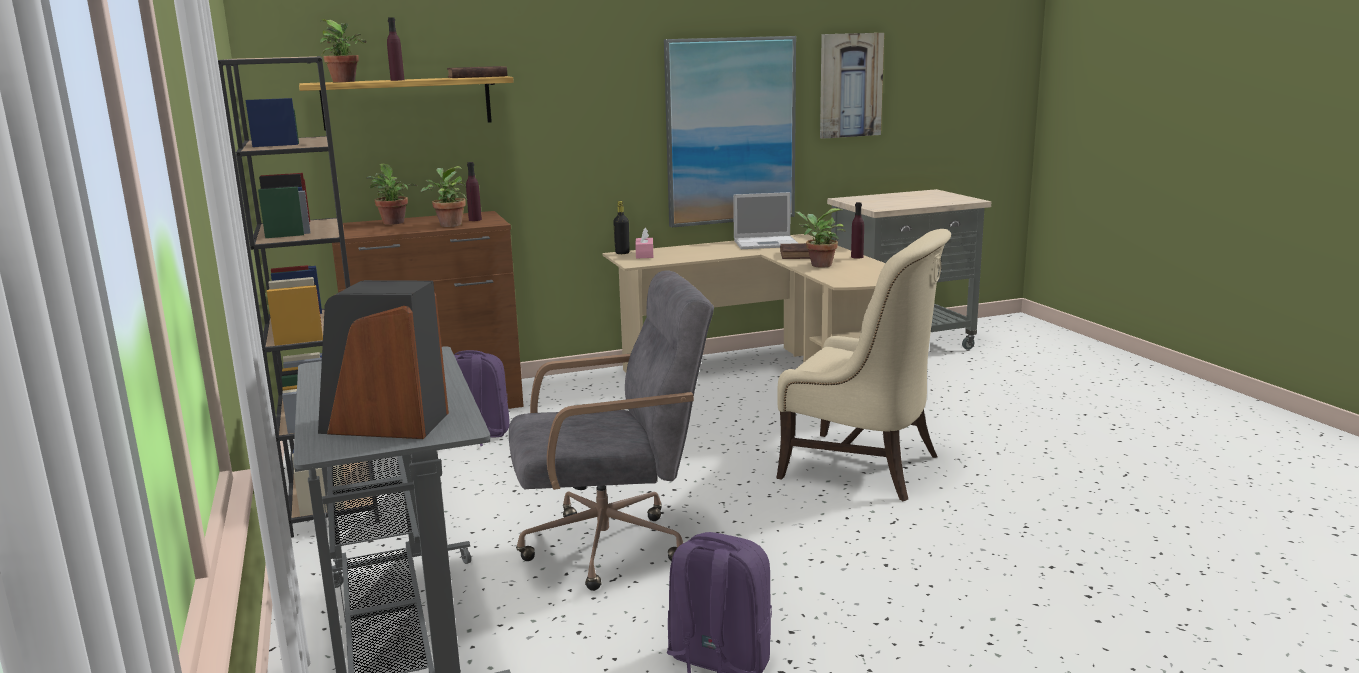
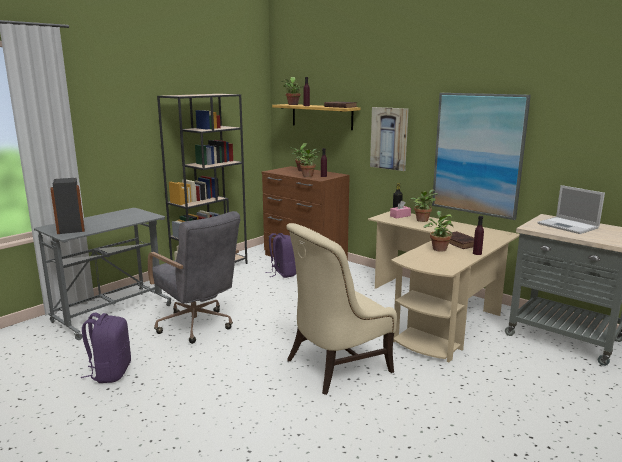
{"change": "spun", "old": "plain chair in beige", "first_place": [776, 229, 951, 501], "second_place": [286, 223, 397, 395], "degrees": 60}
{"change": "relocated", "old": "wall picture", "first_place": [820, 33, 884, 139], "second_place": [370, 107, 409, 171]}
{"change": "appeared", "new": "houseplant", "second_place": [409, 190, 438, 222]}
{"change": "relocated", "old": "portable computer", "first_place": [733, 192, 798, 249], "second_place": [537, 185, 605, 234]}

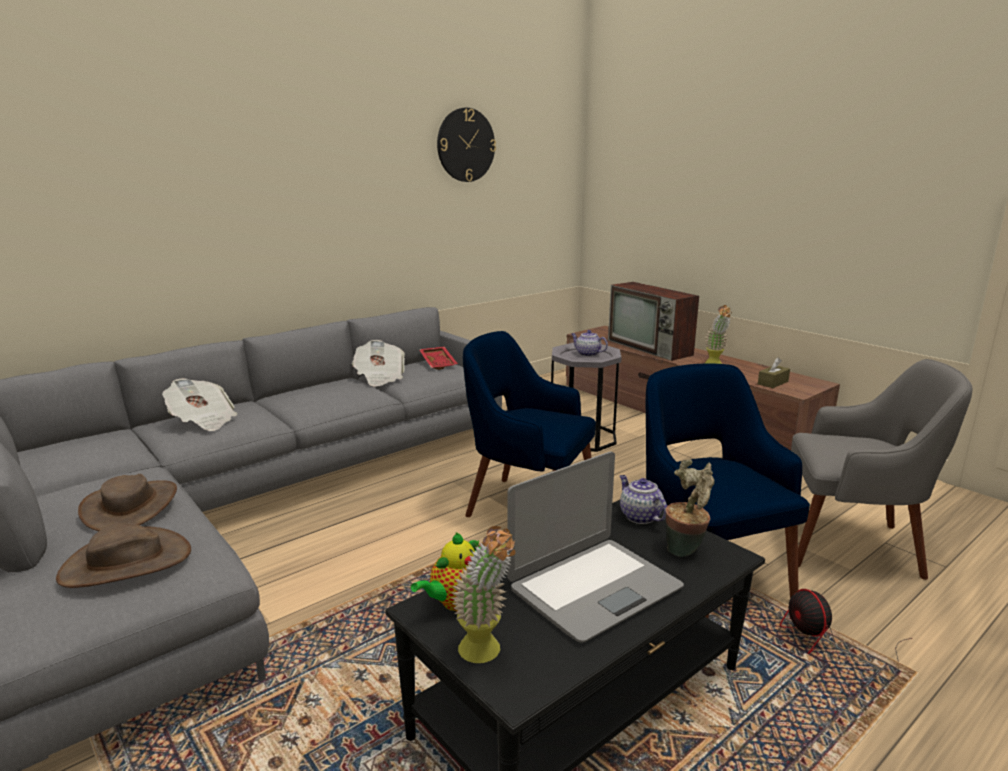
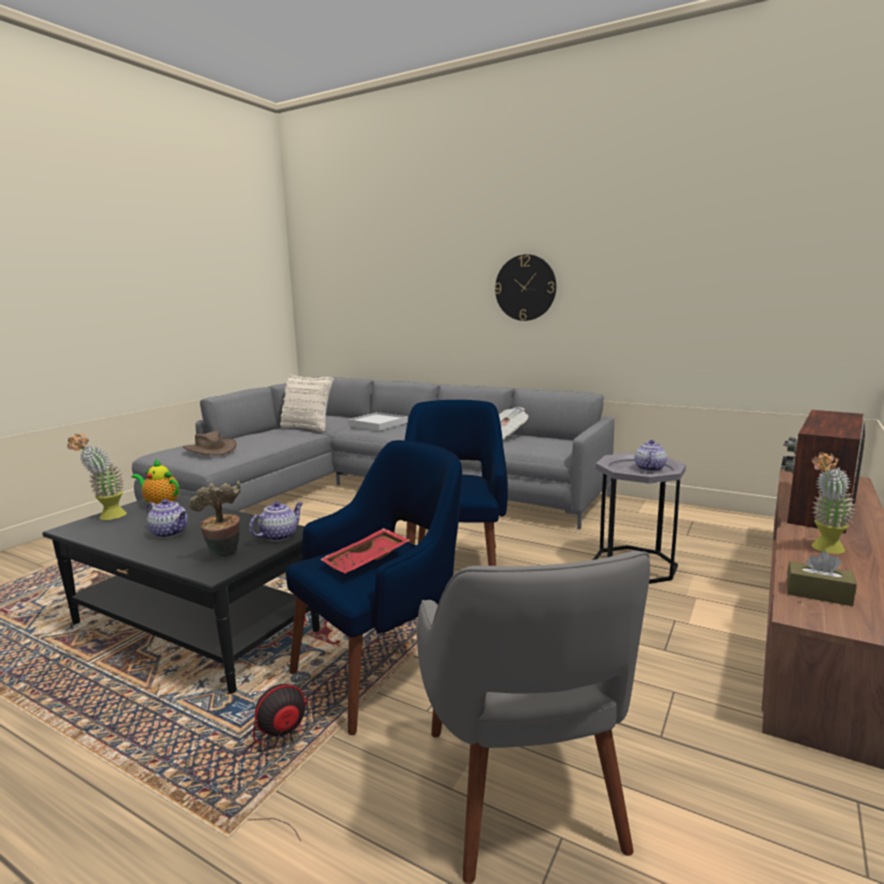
{"change": "exchanged", "old": "portable computer", "new": "tea pot", "first_place": [507, 451, 684, 643], "second_place": [147, 499, 188, 538]}
{"change": "appeared", "new": "throw pillow in beige", "second_place": [280, 374, 334, 432]}
{"change": "relocated", "old": "carrying tray in red-coloured", "first_place": [420, 346, 458, 370], "second_place": [320, 528, 410, 573]}
{"change": "exchanged", "old": "printed paper", "new": "carrying tray in white-coloured", "first_place": [162, 378, 237, 431], "second_place": [348, 412, 408, 431]}
{"change": "relocated", "old": "clock on the wall", "first_place": [437, 108, 496, 182], "second_place": [495, 254, 556, 321]}
{"change": "missing", "old": "wearable hat in brownish", "first_place": [78, 474, 177, 531]}

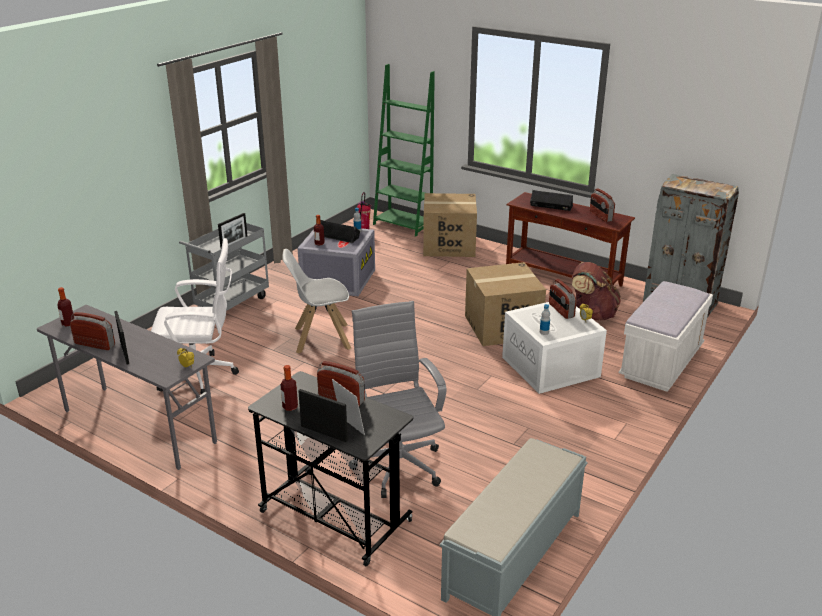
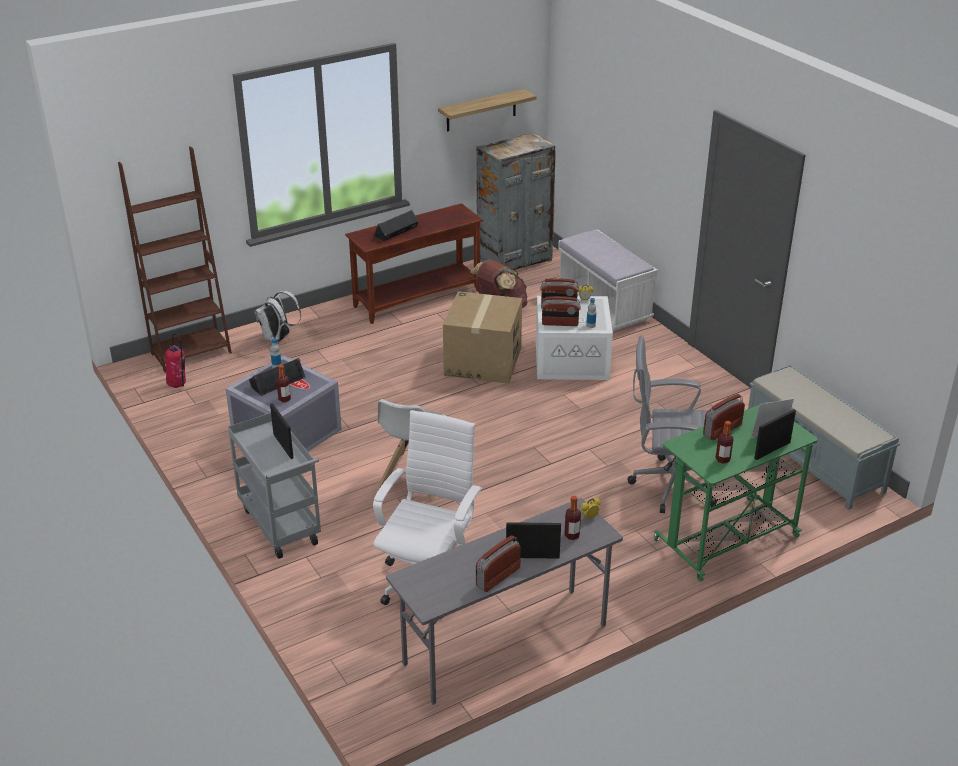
{"change": "colour", "old": "shelving unit in green-coloured", "new": "shelving unit in brownish", "first_place": [373, 64, 435, 237], "second_place": [118, 146, 232, 373]}
{"change": "exchanged", "old": "packing box", "new": "knapsack in white-coloured", "first_place": [423, 193, 477, 257], "second_place": [254, 291, 301, 343]}
{"change": "appeared", "new": "shelf", "second_place": [438, 89, 537, 132]}
{"change": "relocated", "old": "radio", "first_place": [590, 188, 615, 222], "second_place": [541, 296, 581, 326]}
{"change": "relocated", "old": "beverage bottle", "first_place": [57, 287, 74, 327], "second_place": [564, 496, 581, 540]}
{"change": "colour", "old": "desk table in black-coloured", "new": "desk table in green-coloured", "first_place": [248, 371, 413, 566], "second_place": [654, 403, 818, 582]}

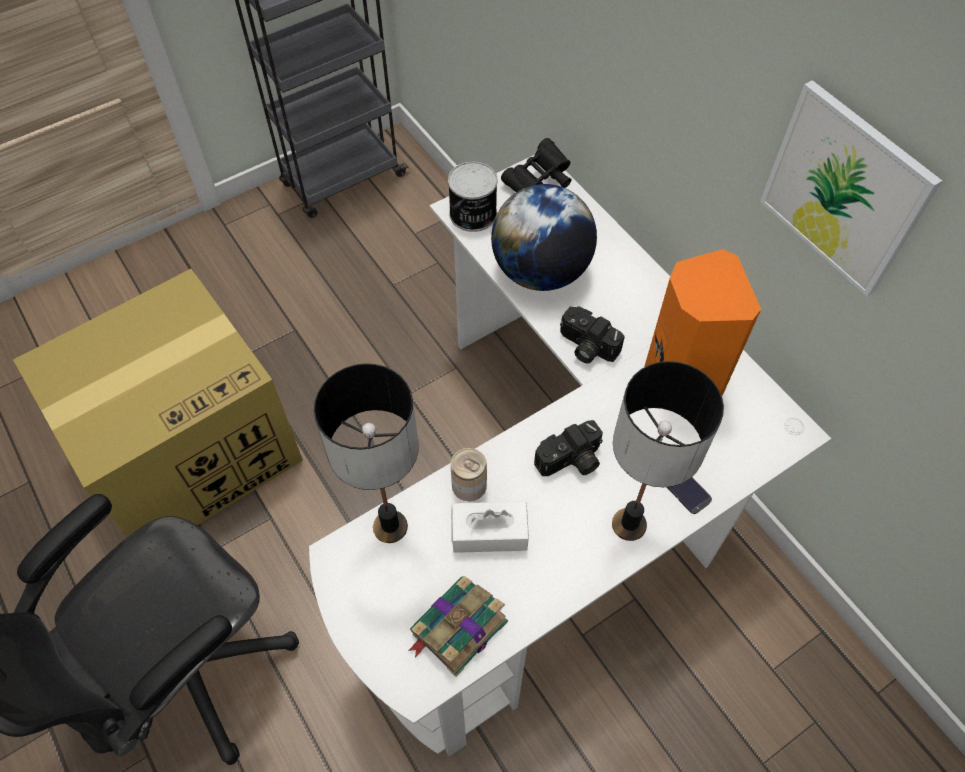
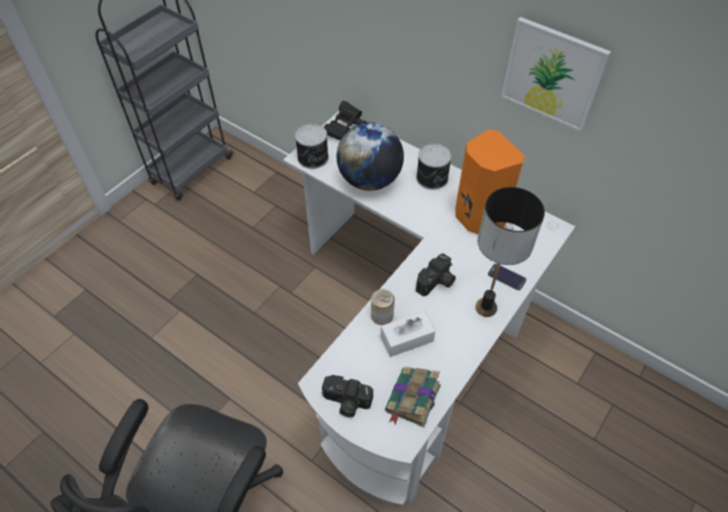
{"change": "relocated", "old": "still camera", "first_place": [560, 306, 625, 363], "second_place": [322, 375, 373, 418]}
{"change": "appeared", "new": "metal can", "second_place": [416, 143, 452, 190]}
{"change": "missing", "old": "packing box", "first_place": [13, 269, 303, 537]}
{"change": "missing", "old": "lamp for a table", "first_place": [314, 363, 419, 543]}

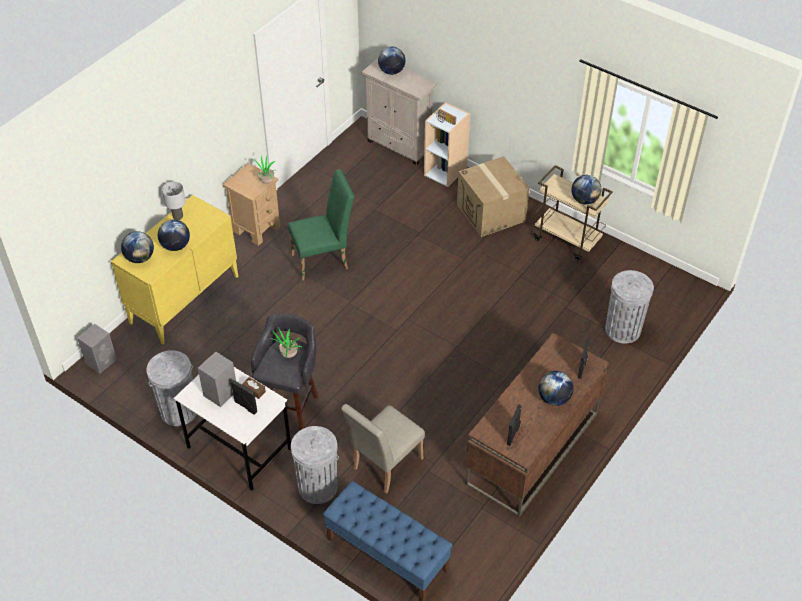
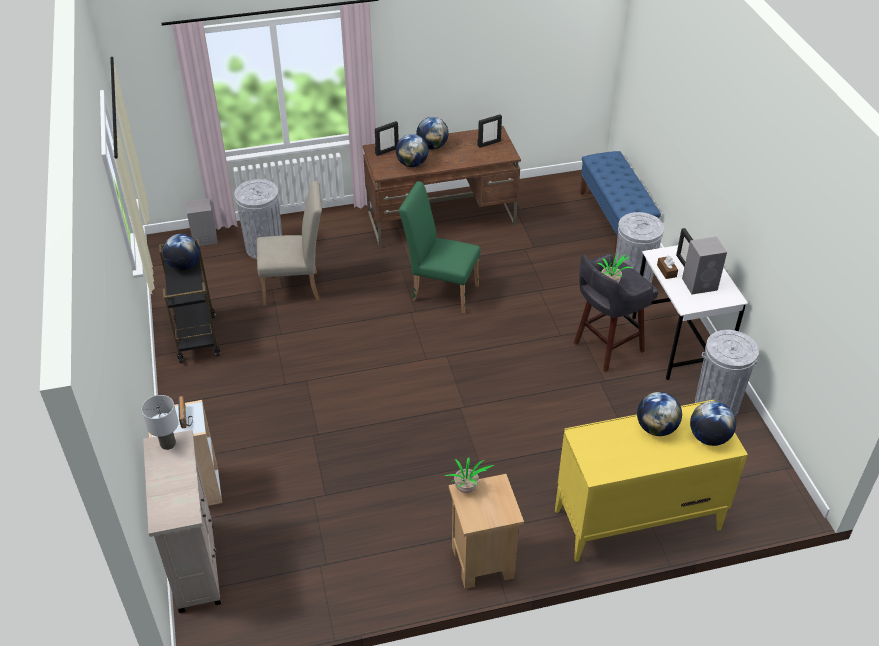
{"change": "relocated", "old": "lamp for a table in white-coloured", "first_place": [162, 182, 186, 220], "second_place": [142, 395, 179, 450]}
{"change": "colour", "old": "trolley in beige", "new": "trolley in black-coloured", "first_place": [533, 165, 613, 261], "second_place": [159, 239, 221, 363]}
{"change": "relocated", "old": "speaker in grey", "first_place": [77, 324, 117, 374], "second_place": [186, 198, 217, 246]}
{"change": "relocated", "old": "plain chair in beige", "first_place": [341, 404, 425, 494], "second_place": [257, 181, 322, 306]}
{"change": "relocated", "old": "world globe", "first_place": [378, 47, 406, 75], "second_place": [396, 134, 428, 167]}
{"change": "relocated", "old": "plain chair in green-coloured", "first_place": [288, 169, 354, 281], "second_place": [399, 181, 480, 314]}
{"change": "missing", "old": "packing box", "first_place": [457, 156, 530, 237]}

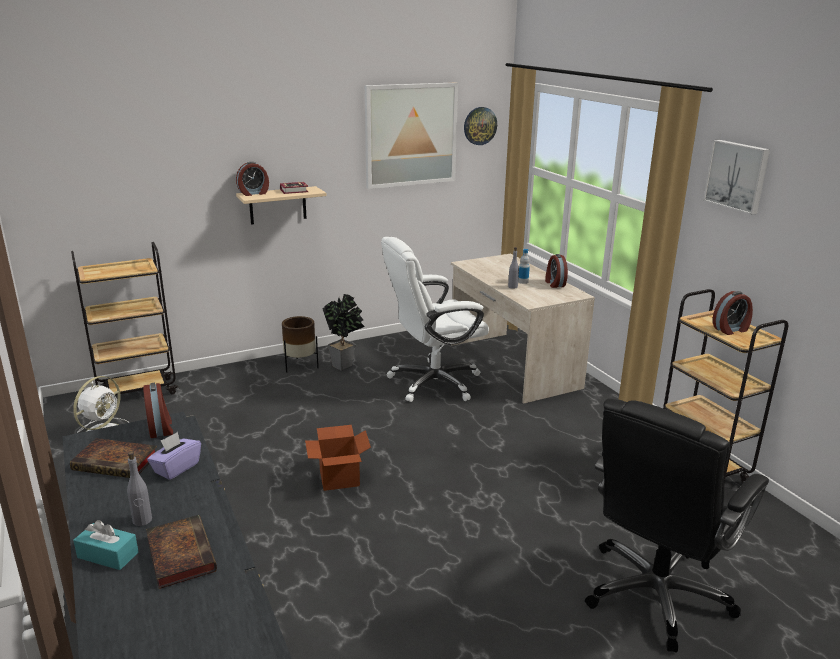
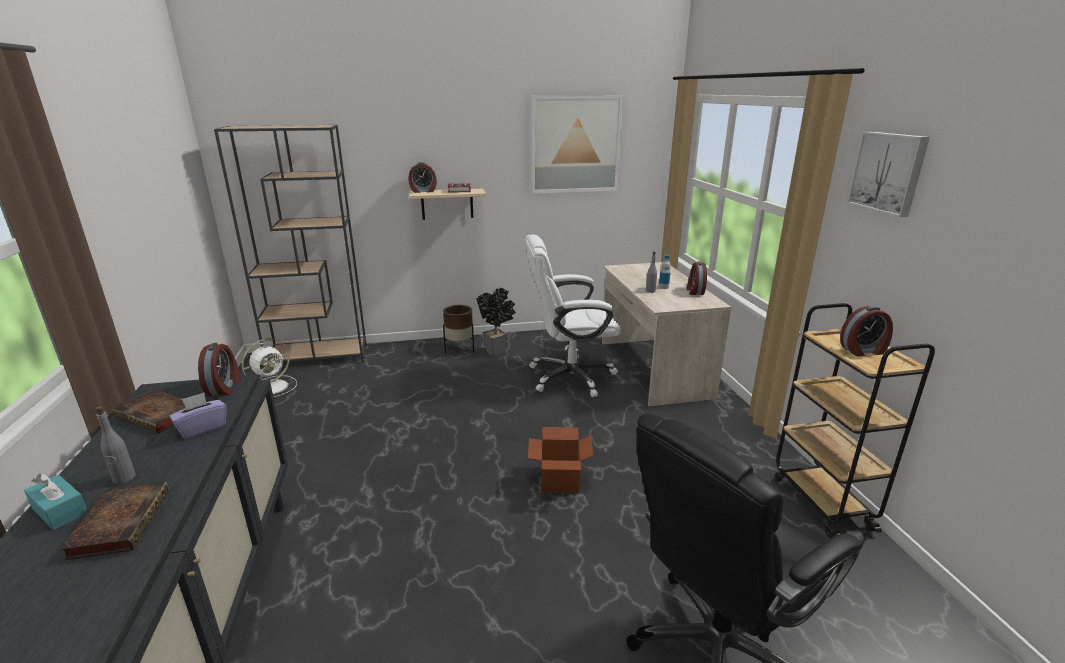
{"change": "exchanged", "old": "trolley in brownish", "new": "shelving unit", "first_place": [71, 242, 179, 395], "second_place": [214, 125, 367, 362]}
{"change": "relocated", "old": "packing box", "first_place": [305, 425, 371, 491], "second_place": [528, 427, 593, 493]}
{"change": "missing", "old": "clock on the wall", "first_place": [464, 107, 497, 145]}

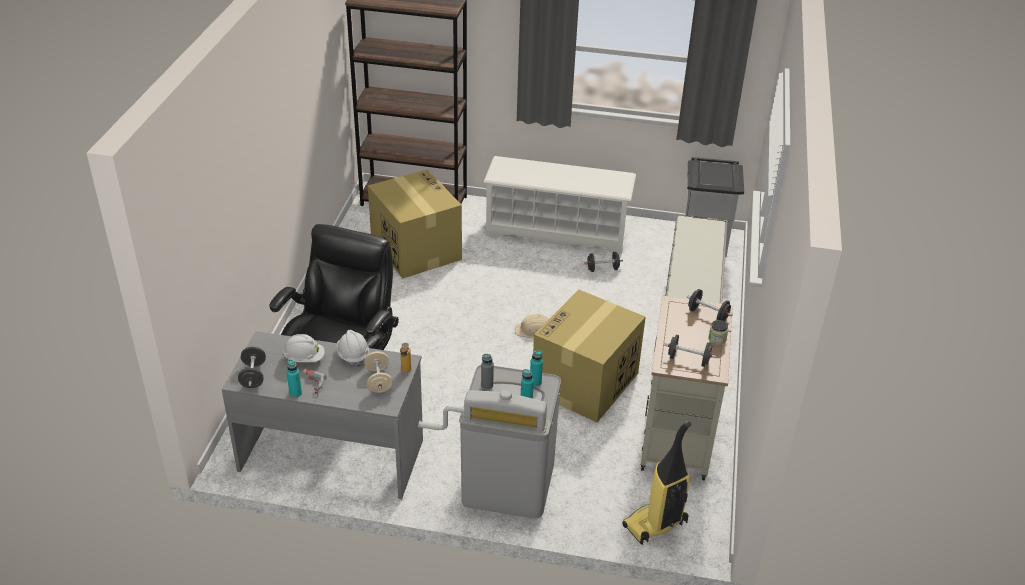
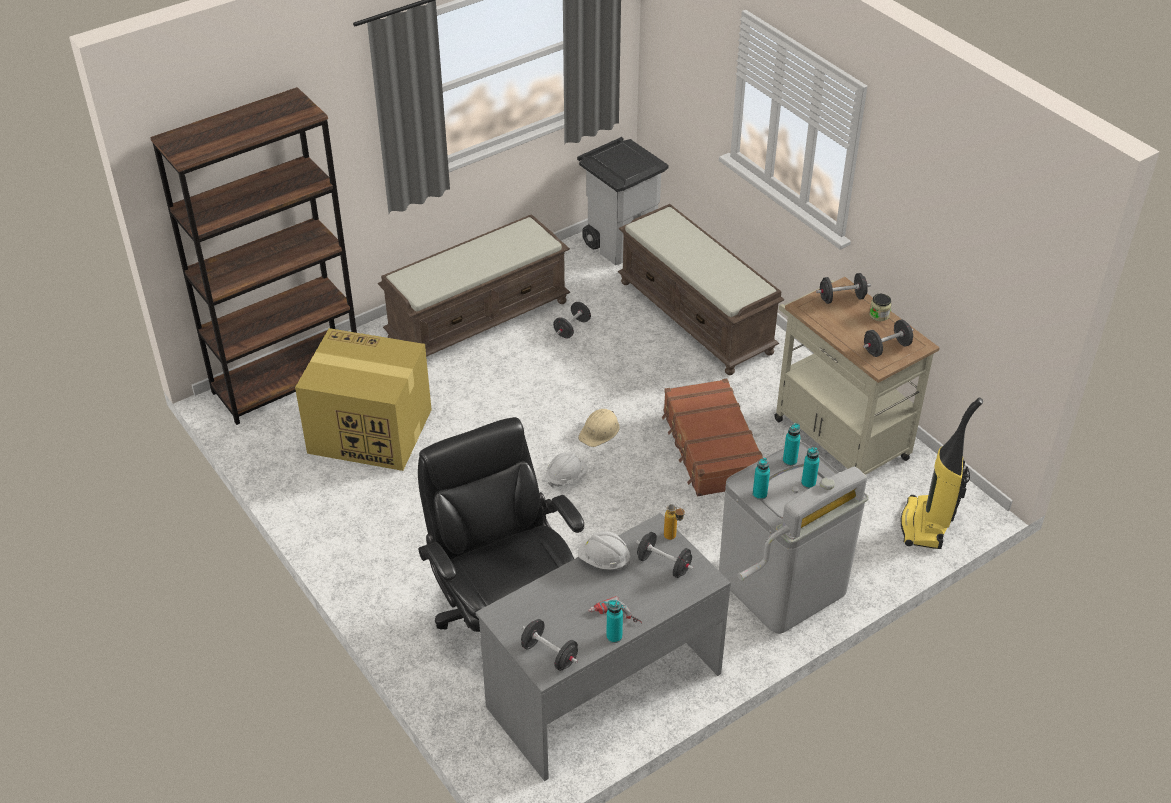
{"change": "exchanged", "old": "shoe shelf in white-coloured", "new": "indoor bench in brownish", "first_place": [483, 156, 636, 254], "second_place": [378, 214, 570, 357]}
{"change": "relocated", "old": "safety helmet in white-coloured", "first_place": [283, 334, 325, 362], "second_place": [546, 452, 588, 487]}
{"change": "colour", "old": "hand weight in beige", "new": "hand weight in black-coloured", "first_place": [364, 351, 392, 393], "second_place": [636, 532, 694, 578]}
{"change": "exchanged", "old": "packing box", "new": "travel case in brownish", "first_place": [533, 290, 646, 422], "second_place": [662, 379, 763, 496]}
{"change": "colour", "old": "beverage bottle in grey", "new": "beverage bottle in turquoise", "first_place": [481, 354, 494, 390], "second_place": [753, 458, 770, 500]}

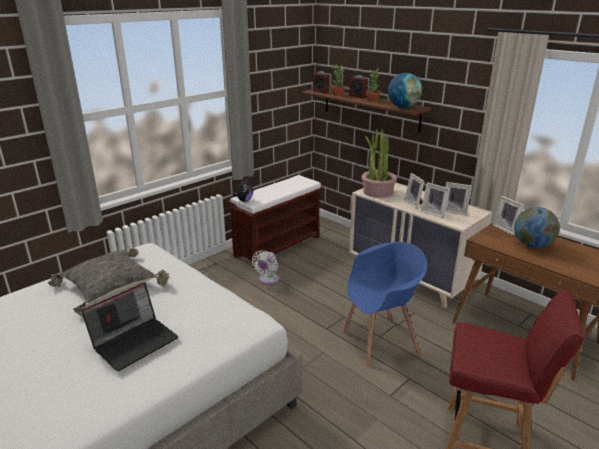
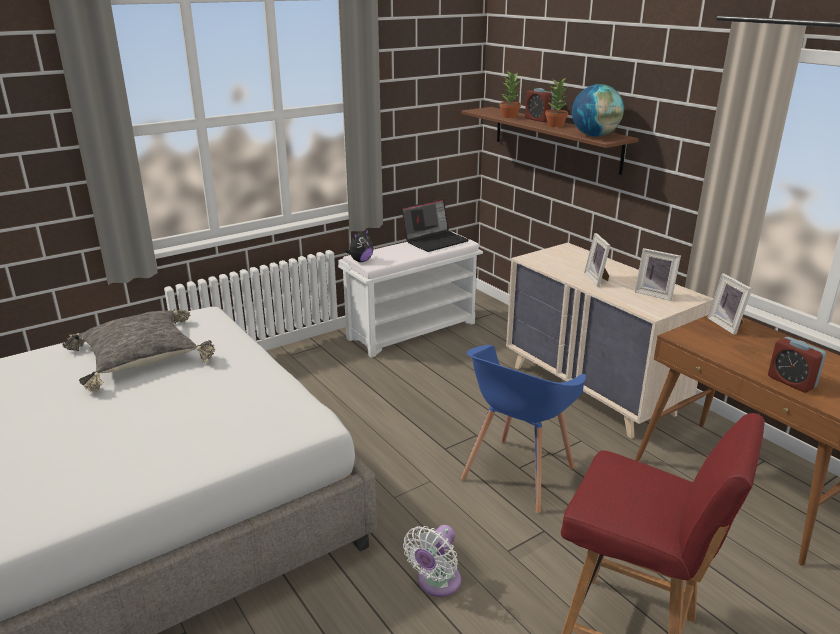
{"change": "colour", "old": "indoor bench in brownish", "new": "indoor bench in white-coloured", "first_place": [227, 175, 324, 268], "second_place": [338, 231, 483, 358]}
{"change": "relocated", "old": "portable computer", "first_place": [81, 282, 179, 371], "second_place": [402, 199, 469, 252]}
{"change": "relocated", "old": "cooling fan in white-coloured", "first_place": [252, 250, 279, 285], "second_place": [403, 525, 461, 597]}
{"change": "spun", "old": "plain chair in blue-coloured", "first_place": [342, 242, 427, 366], "second_place": [461, 345, 586, 513], "degrees": 135}
{"change": "relocated", "old": "bedside clock", "first_place": [313, 71, 332, 93], "second_place": [768, 337, 826, 393]}
{"change": "missing", "old": "houseplant", "first_place": [361, 129, 397, 198]}
{"change": "missing", "old": "photo frame", "first_place": [421, 182, 450, 218]}
{"change": "missing", "old": "world globe", "first_place": [514, 207, 560, 248]}

